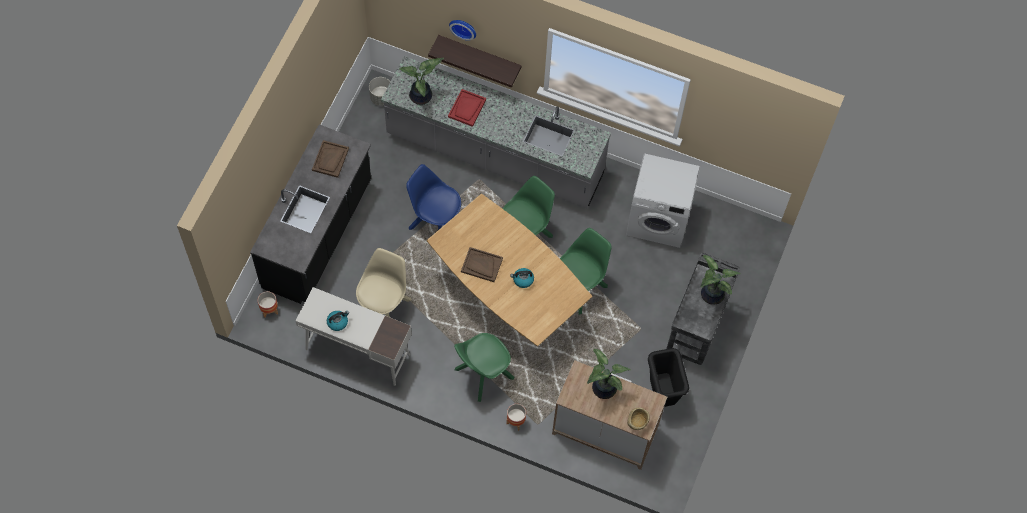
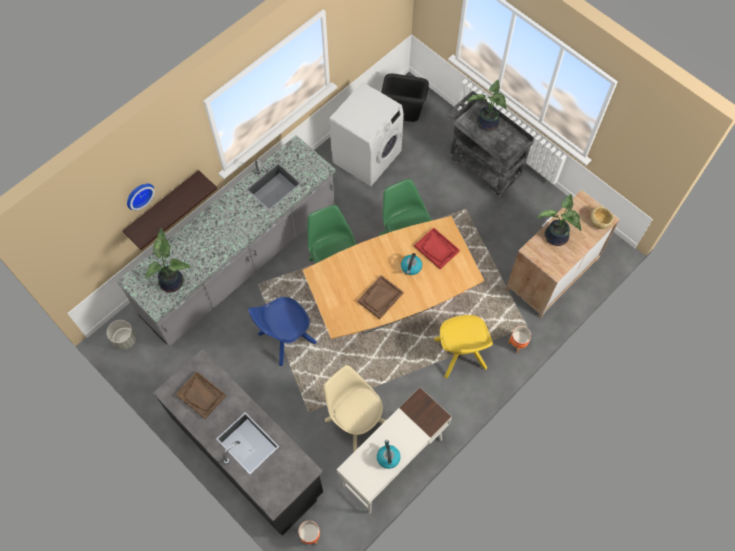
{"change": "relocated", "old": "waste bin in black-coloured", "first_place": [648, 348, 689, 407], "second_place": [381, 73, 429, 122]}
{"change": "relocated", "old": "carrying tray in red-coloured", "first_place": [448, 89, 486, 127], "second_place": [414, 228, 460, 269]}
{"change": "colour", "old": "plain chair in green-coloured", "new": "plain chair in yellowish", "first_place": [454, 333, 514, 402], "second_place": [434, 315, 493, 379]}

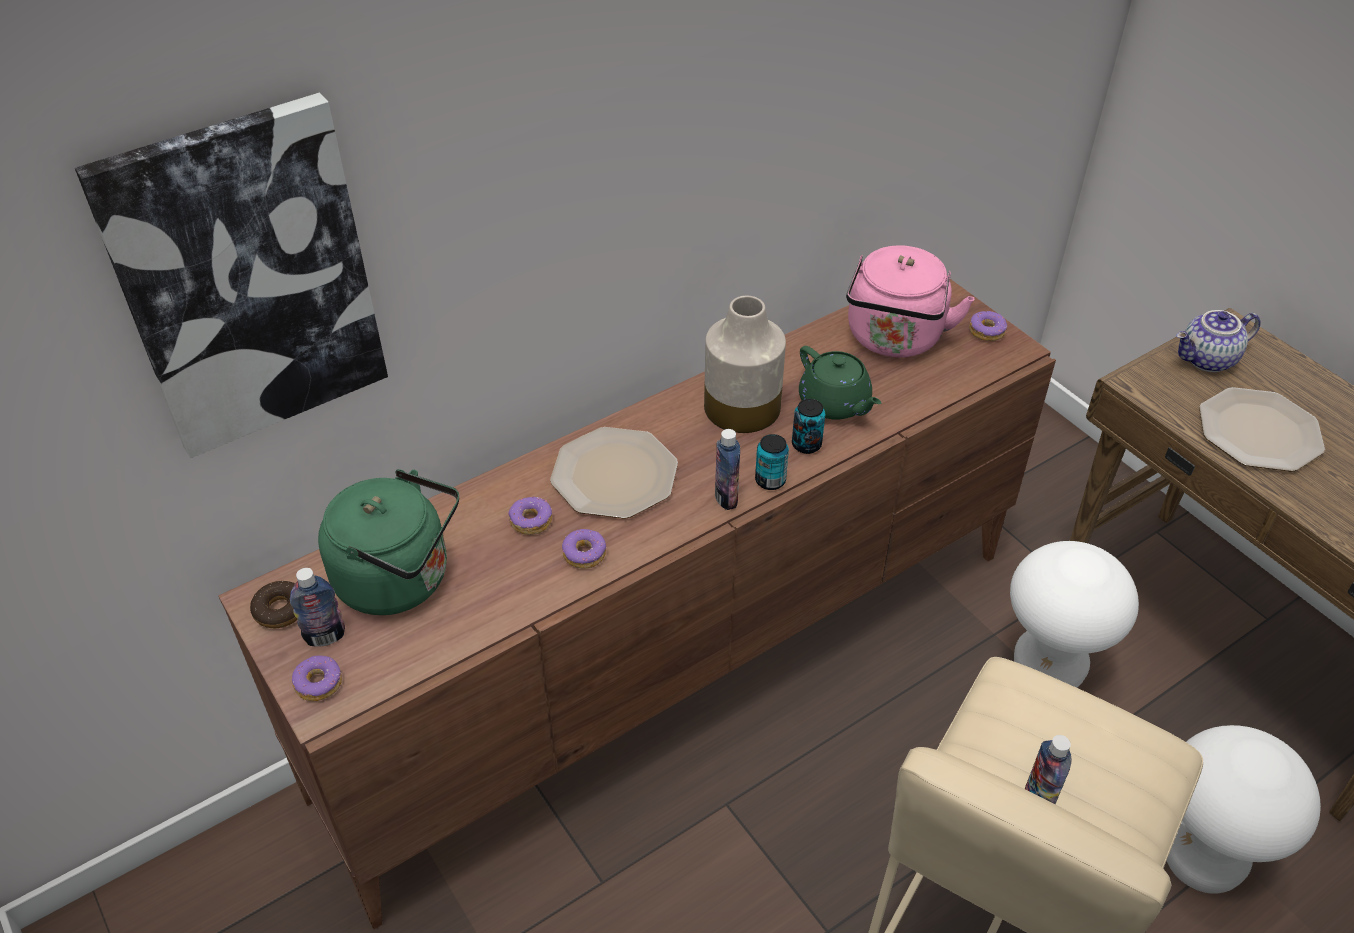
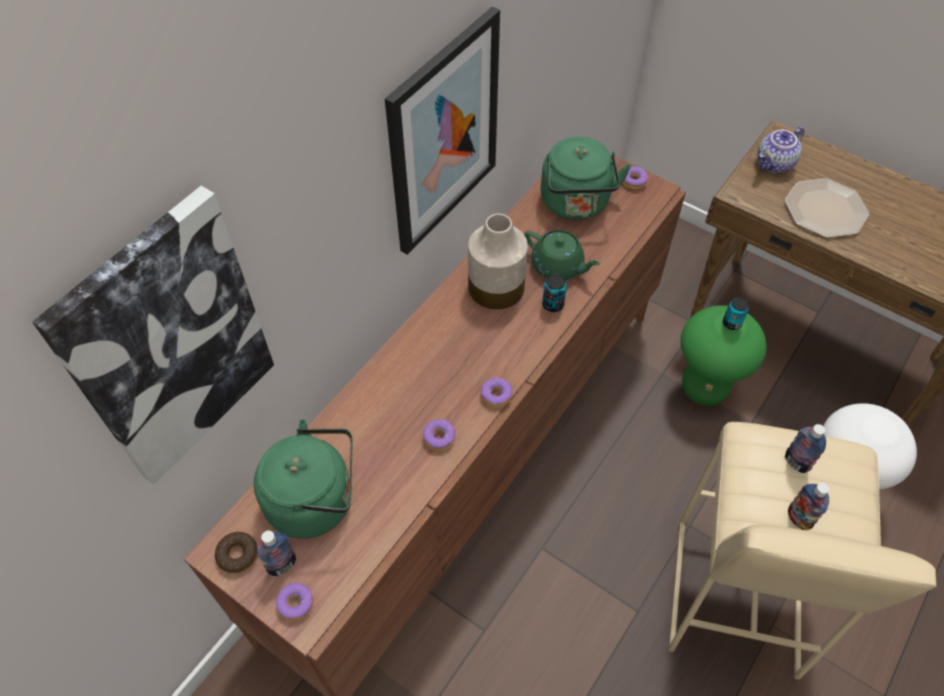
{"change": "appeared", "new": "wall picture", "second_place": [385, 6, 500, 255]}
{"change": "relocated", "old": "doughnut", "first_place": [508, 496, 552, 535], "second_place": [481, 377, 512, 408]}
{"change": "colour", "old": "tea kettle in pink-coloured", "new": "tea kettle in green-coloured", "first_place": [846, 245, 975, 358], "second_place": [541, 137, 631, 220]}
{"change": "colour", "old": "stool in white-coloured", "new": "stool in green-coloured", "first_place": [1010, 541, 1139, 688], "second_place": [681, 305, 767, 406]}
{"change": "relocated", "old": "metal can", "first_place": [755, 434, 789, 490], "second_place": [723, 297, 749, 330]}
{"change": "relocated", "old": "beverage bottle", "first_place": [715, 429, 740, 510], "second_place": [785, 424, 826, 473]}
{"change": "missing", "old": "dinner plate", "first_place": [550, 427, 678, 519]}

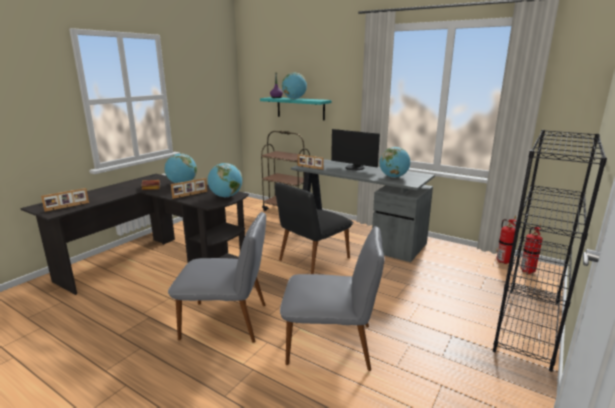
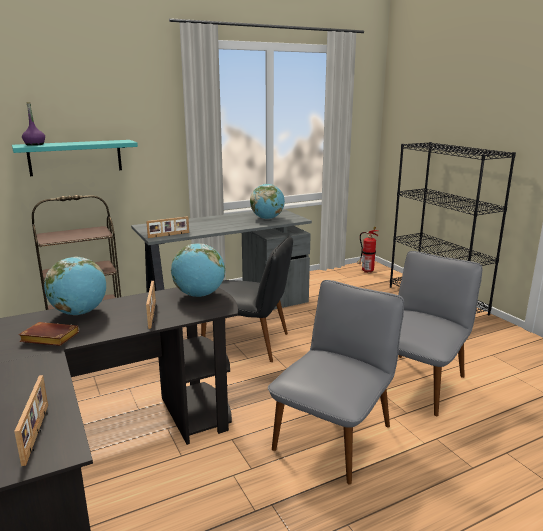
{"change": "spun", "old": "plain chair in black-coloured", "first_place": [275, 182, 353, 274], "second_place": [201, 236, 293, 362], "degrees": -60}
{"change": "missing", "old": "world globe", "first_place": [282, 72, 307, 99]}
{"change": "missing", "old": "computer display", "first_place": [331, 129, 380, 170]}
{"change": "missing", "old": "fire extinguisher", "first_place": [496, 216, 516, 264]}

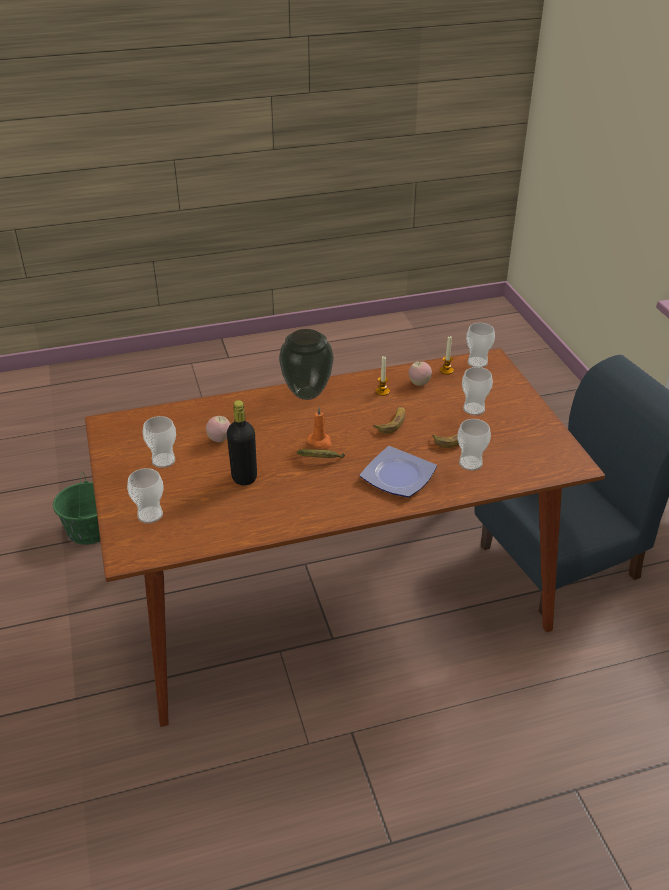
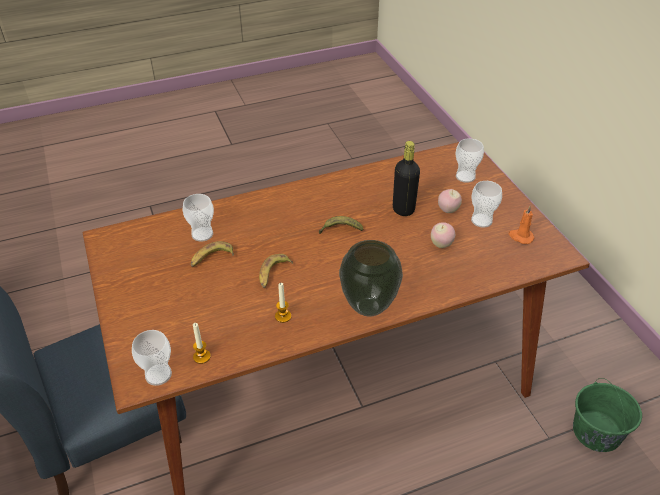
{"change": "relocated", "old": "apple", "first_place": [408, 361, 432, 386], "second_place": [438, 189, 462, 213]}
{"change": "relocated", "old": "wax candle in orangey", "first_place": [307, 407, 332, 448], "second_place": [509, 206, 534, 244]}
{"change": "missing", "old": "dinner plate", "first_place": [360, 446, 437, 497]}
{"change": "missing", "old": "drinking cup", "first_place": [462, 367, 493, 415]}

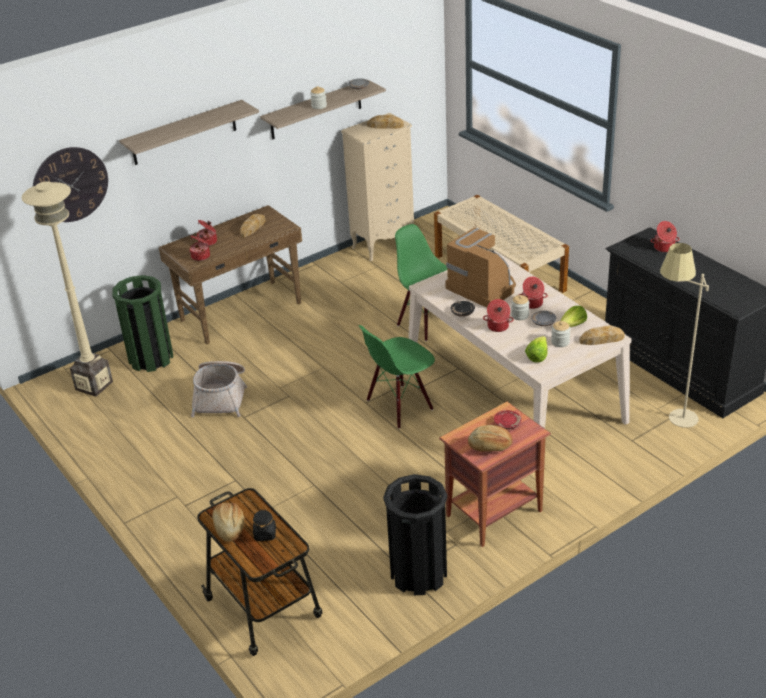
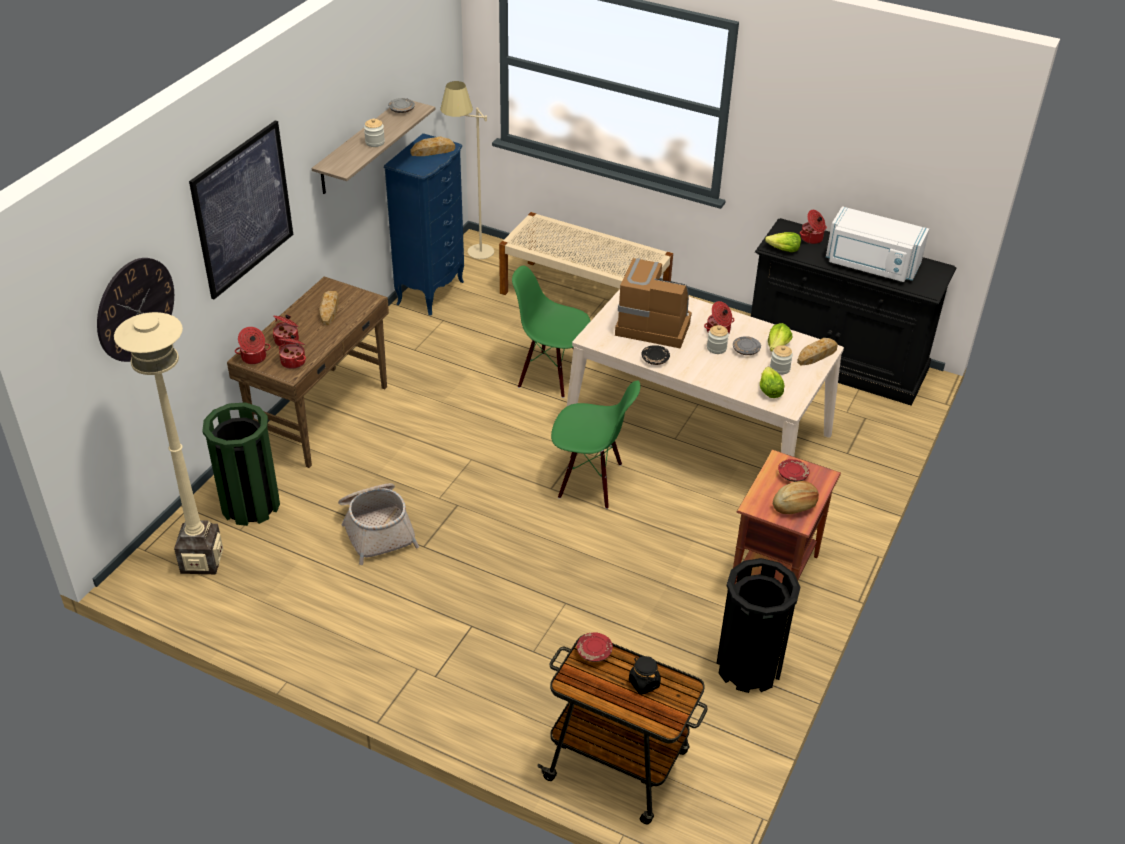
{"change": "exchanged", "old": "shelf", "new": "wall picture", "first_place": [119, 100, 259, 165], "second_place": [189, 120, 293, 299]}
{"change": "relocated", "old": "saucepot", "first_place": [483, 299, 514, 332], "second_place": [235, 327, 271, 364]}
{"change": "colour", "old": "drawer chest in beige", "new": "drawer chest in blue-coloured", "first_place": [341, 113, 414, 261], "second_place": [384, 133, 464, 316]}
{"change": "relocated", "old": "standard lamp in beige", "first_place": [660, 243, 709, 428], "second_place": [440, 81, 494, 259]}
{"change": "spun", "old": "plain chair in green-coloured", "first_place": [359, 325, 435, 429], "second_place": [551, 380, 640, 509], "degrees": -105}
{"change": "appeared", "new": "dinner plate in red-coloured", "second_place": [577, 632, 613, 662]}
{"change": "appeared", "new": "lettuce", "second_place": [765, 232, 801, 252]}
{"change": "appeared", "new": "microwave oven in white-coloured", "second_place": [826, 206, 929, 282]}
{"change": "missing", "old": "bakery bread", "first_place": [212, 503, 244, 542]}

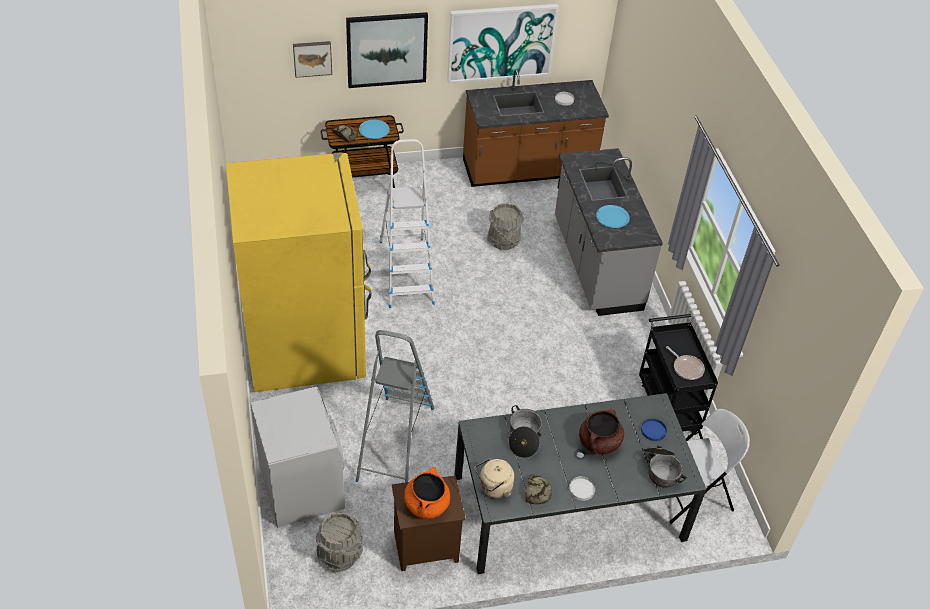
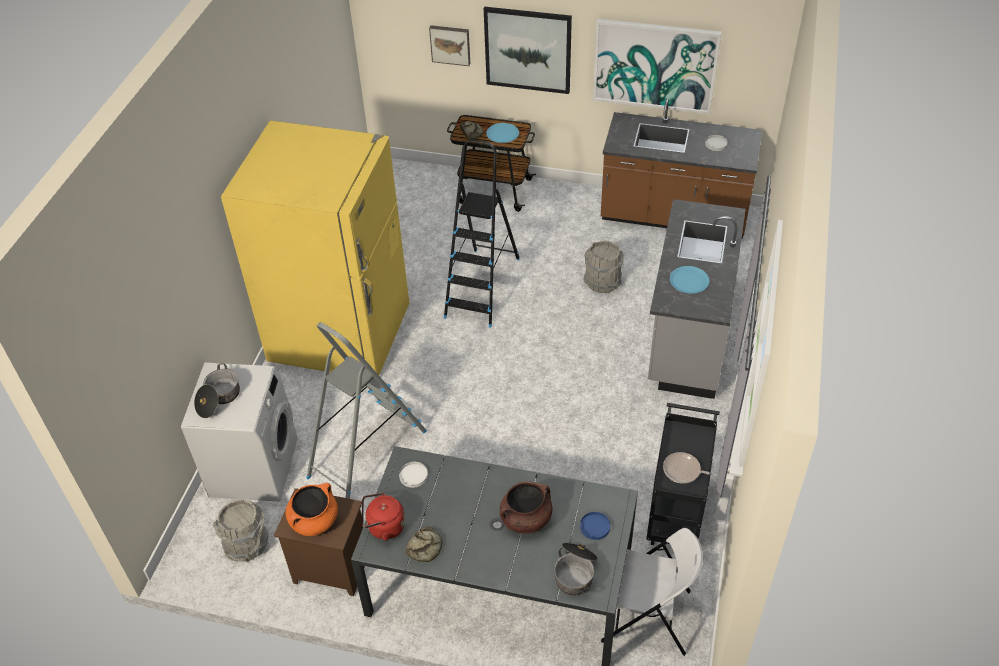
{"change": "relocated", "old": "saucepot", "first_place": [509, 405, 542, 458], "second_place": [194, 363, 240, 418]}
{"change": "colour", "old": "tea kettle in beige", "new": "tea kettle in red-coloured", "first_place": [474, 458, 514, 498], "second_place": [362, 493, 405, 541]}
{"change": "relocated", "old": "dinner plate in white-coloured", "first_place": [569, 476, 596, 501], "second_place": [399, 462, 428, 488]}
{"change": "colour", "old": "stepladder in white-coloured", "new": "stepladder in black-coloured", "first_place": [380, 139, 435, 308], "second_place": [444, 140, 520, 328]}
{"change": "spun", "old": "frying pan", "first_place": [666, 346, 705, 380], "second_place": [663, 452, 718, 484], "degrees": 120}

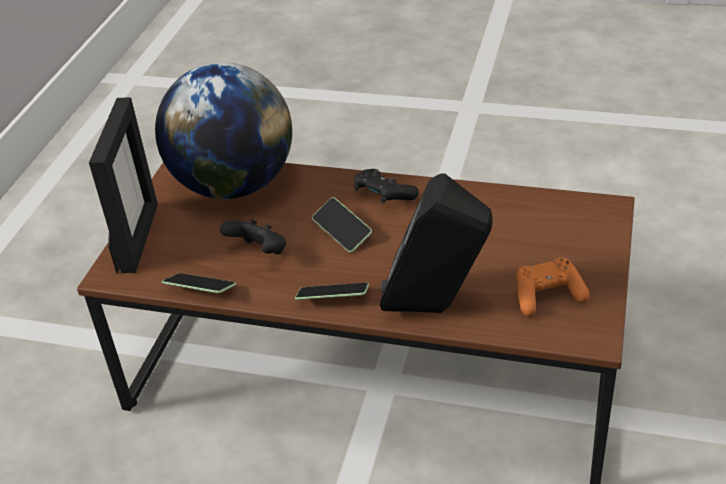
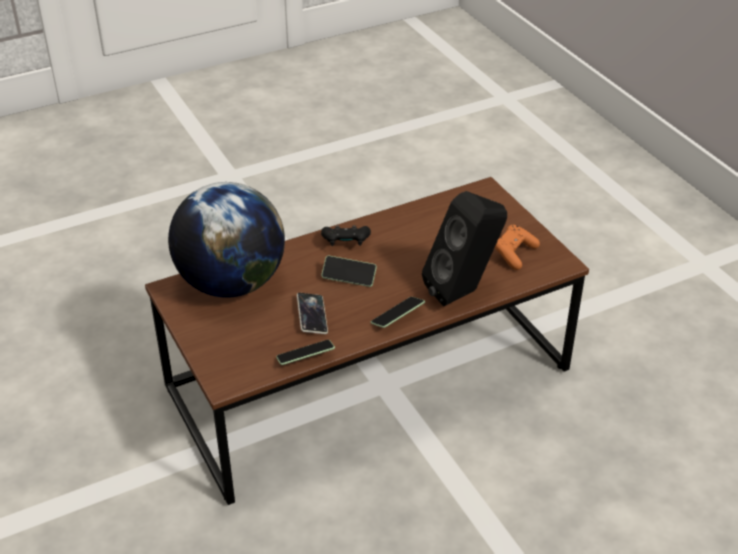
{"change": "exchanged", "old": "game controller in black-coloured", "new": "handset", "first_place": [220, 220, 286, 254], "second_place": [297, 293, 328, 334]}
{"change": "missing", "old": "photo frame", "first_place": [89, 97, 158, 273]}

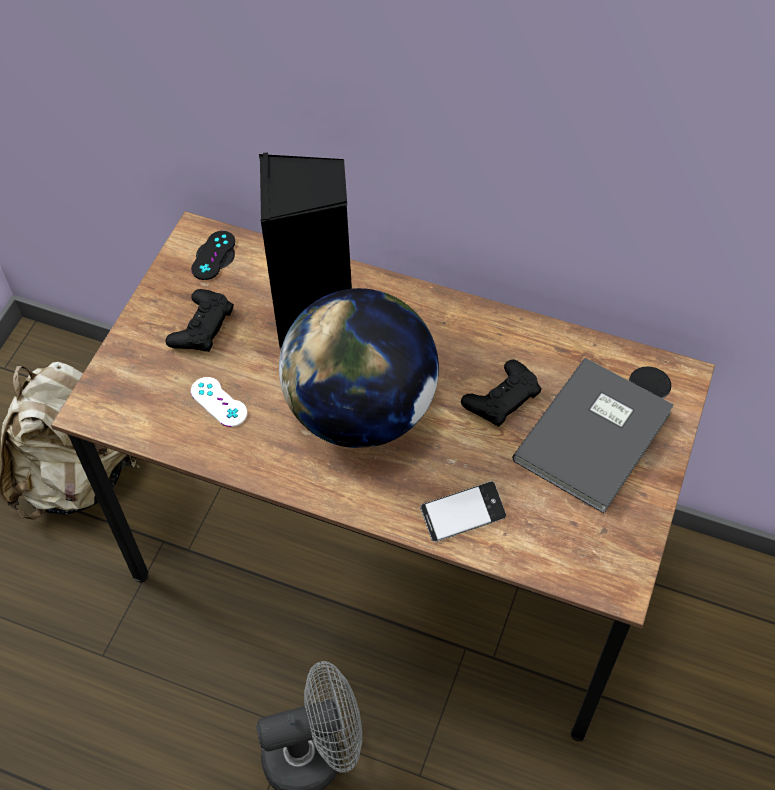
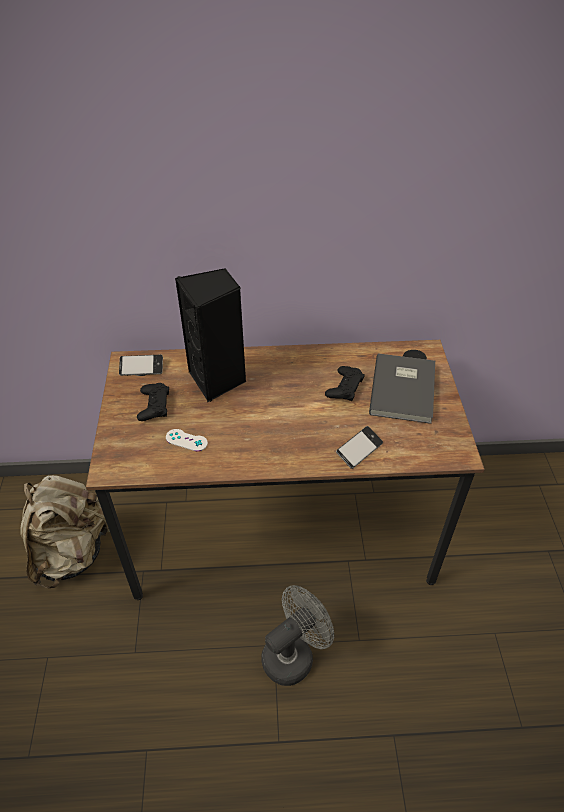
{"change": "exchanged", "old": "game controller in black-coloured", "new": "handset", "first_place": [191, 231, 235, 280], "second_place": [119, 355, 163, 376]}
{"change": "missing", "old": "world globe", "first_place": [279, 288, 439, 448]}

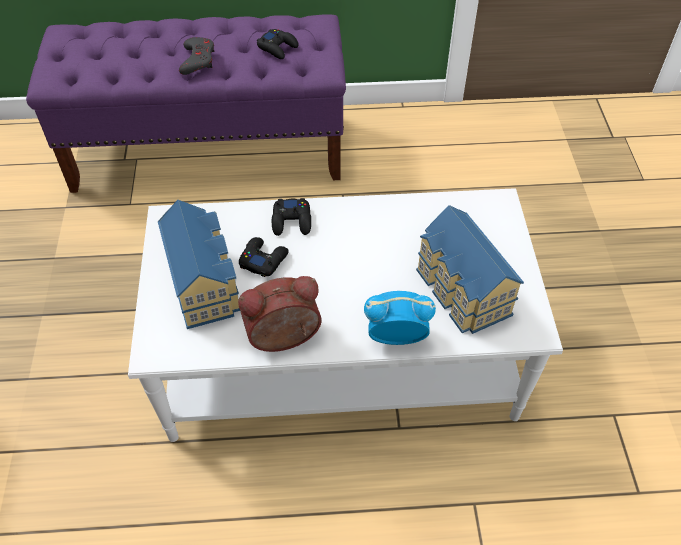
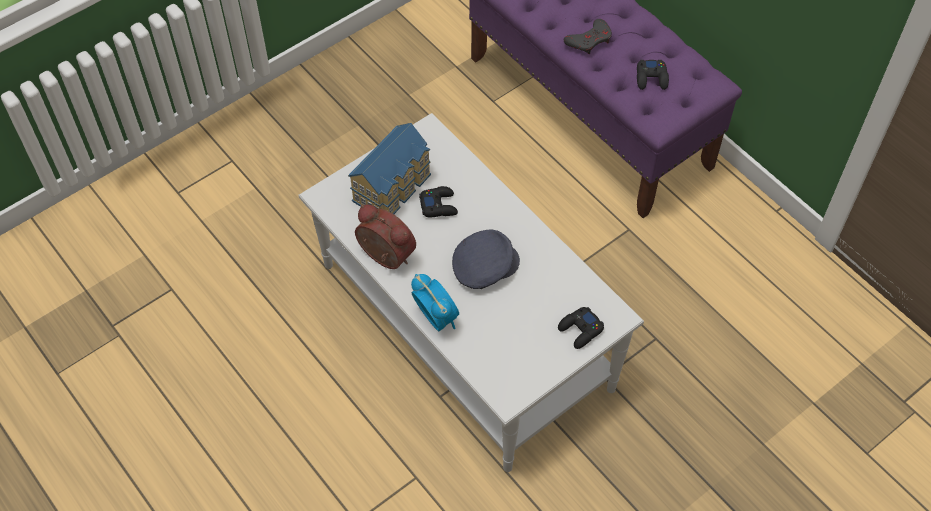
{"change": "appeared", "new": "cap in grey", "second_place": [452, 229, 520, 289]}
{"change": "relocated", "old": "game controller in black-coloured", "first_place": [272, 198, 311, 236], "second_place": [558, 307, 604, 349]}
{"change": "missing", "old": "model house", "first_place": [416, 205, 524, 334]}

